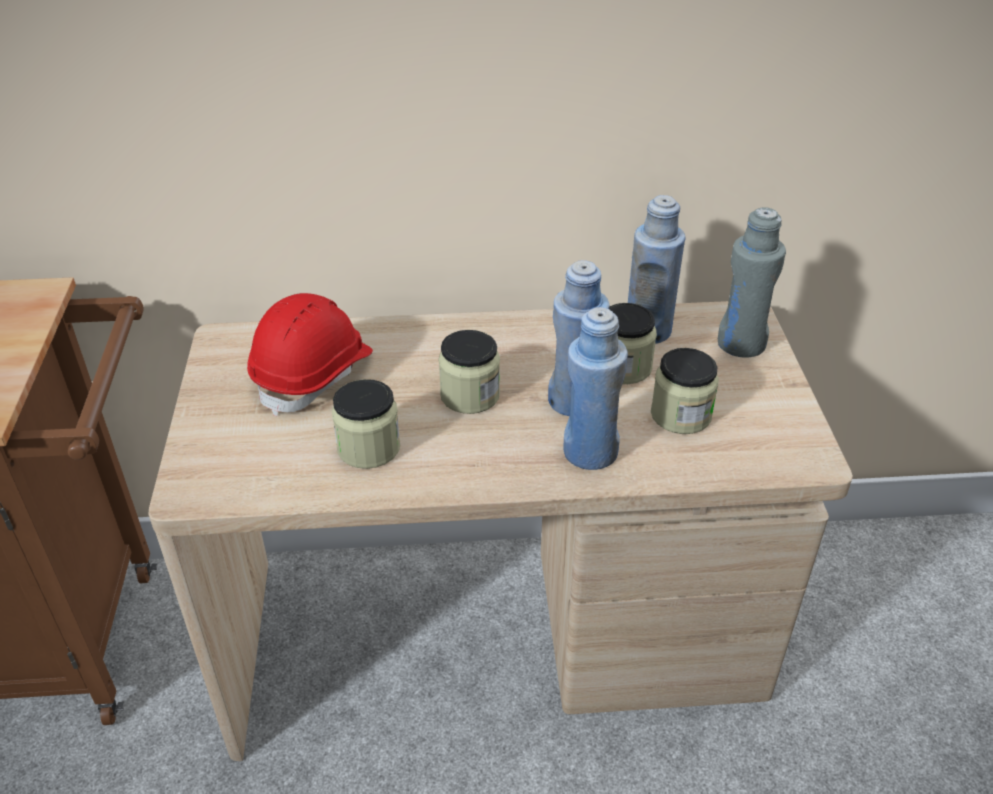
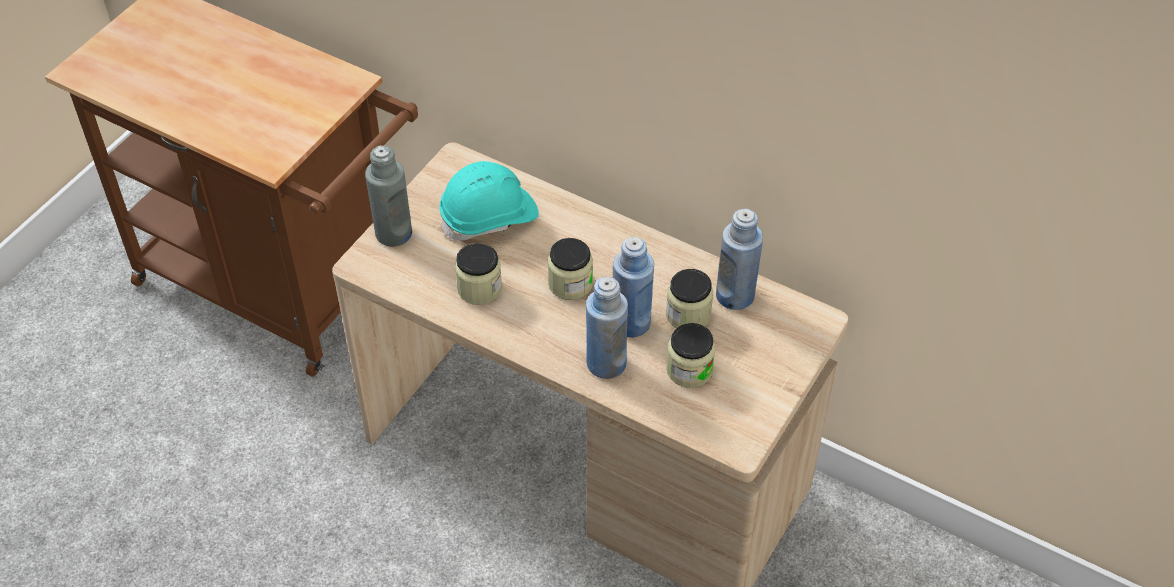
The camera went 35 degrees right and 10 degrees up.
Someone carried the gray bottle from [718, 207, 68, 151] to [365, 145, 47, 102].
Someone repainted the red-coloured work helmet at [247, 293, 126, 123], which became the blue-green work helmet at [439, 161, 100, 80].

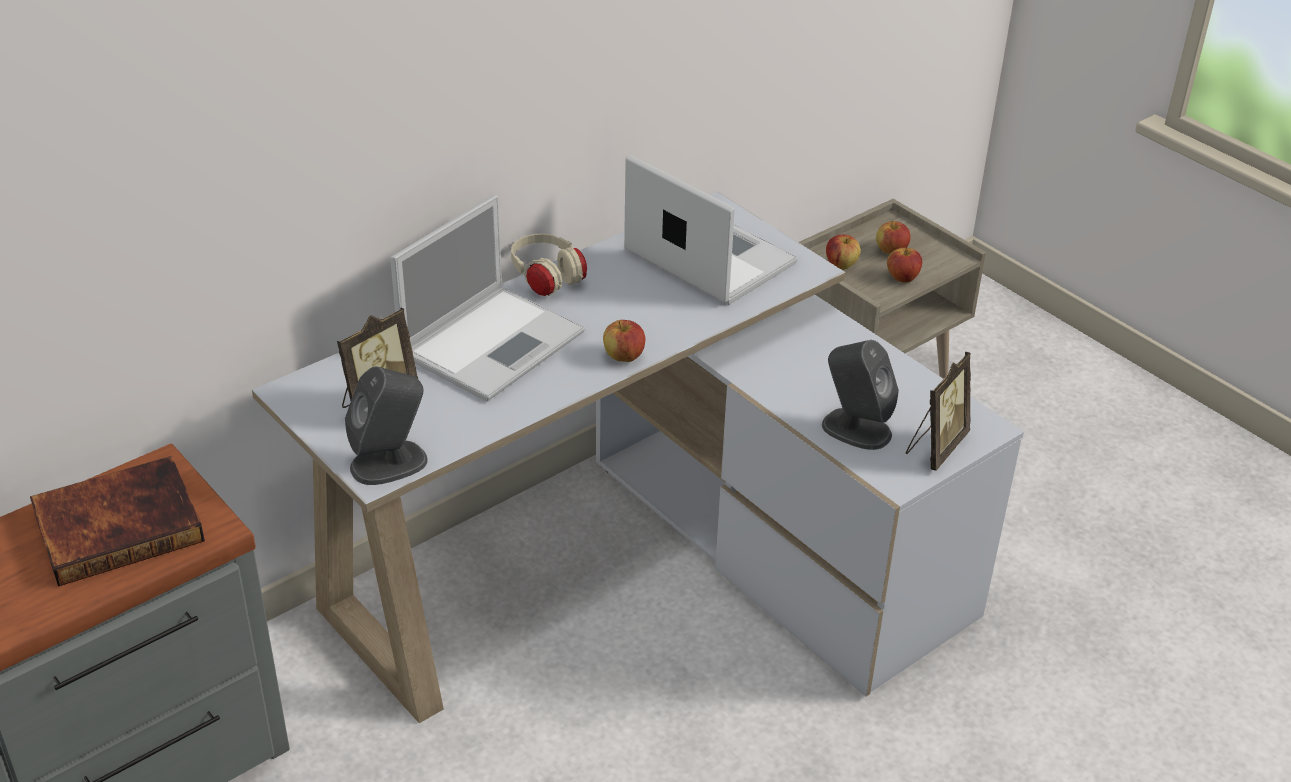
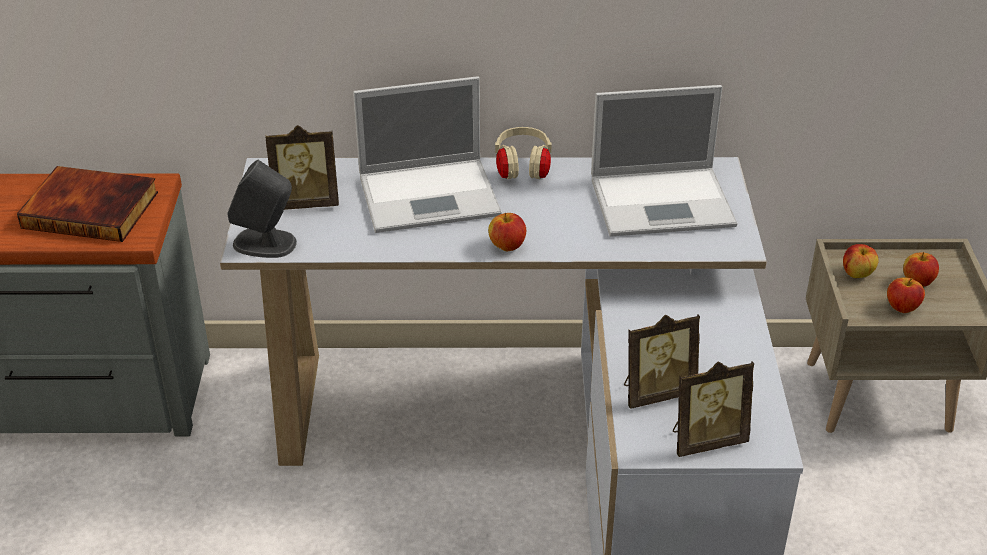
The camera went 40 degrees right and 0 degrees up.
Someone rotated the notebook computer at [624, 155, 174, 150] by 90 degrees clockwise.
Someone swapped the gray speaker at [822, 340, 77, 110] for the picture frame at [624, 314, 76, 95].

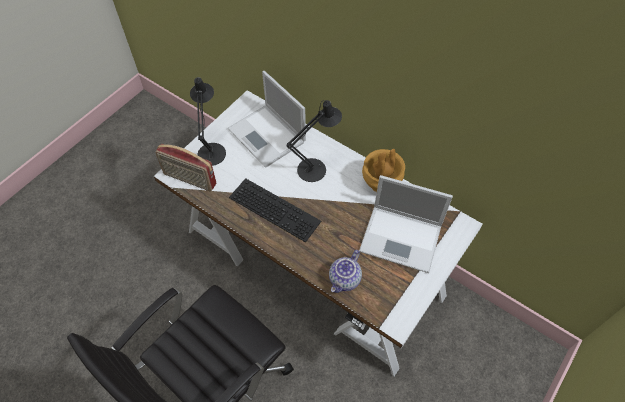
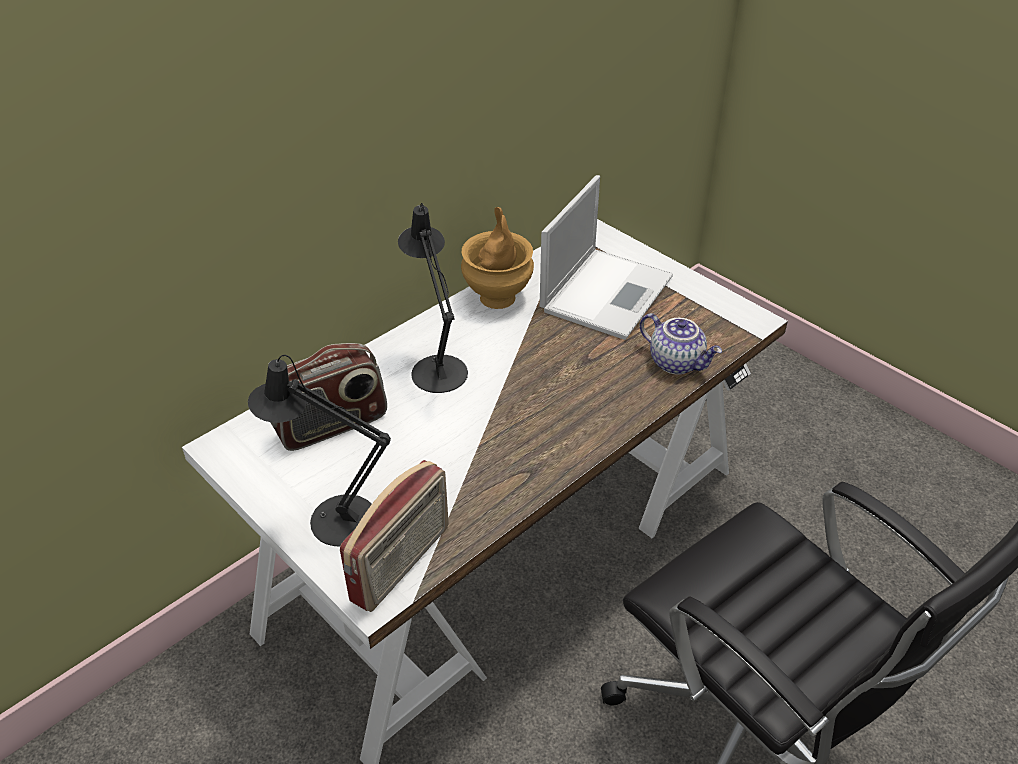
The camera went 80 degrees left and 15 degrees down.
Someone swapped the notebook computer at [228, 71, 78, 97] for the radio receiver at [270, 343, 117, 108].
Someone took away the PC keyboard at [229, 178, 92, 64].

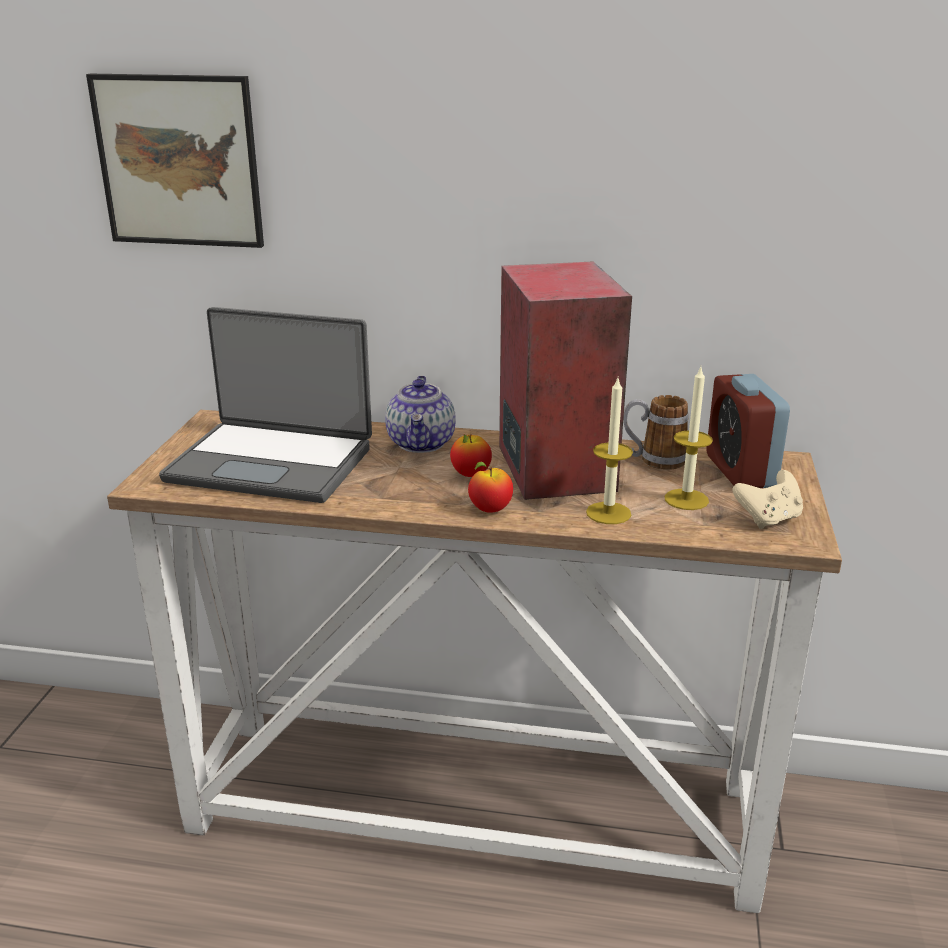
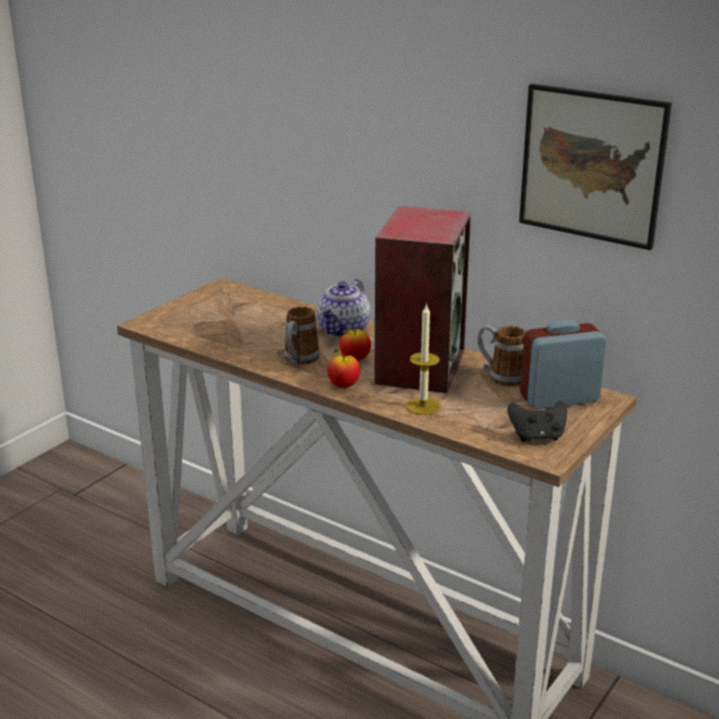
The camera went 25 degrees right and 0 degrees up.
Someone put down the coffee mug at [284, 307, 36, 58].
Someone repainted the beige joypad at [732, 470, 71, 59], which became the black joypad at [508, 401, 59, 41].
Someone carried the wall picture from [86, 74, 178, 174] to [519, 84, 153, 166].
Someone rotated the alarm clock at [706, 374, 84, 114] by 60 degrees clockwise.
Someone took away the notebook computer at [159, 307, 213, 196].
Someone took away the candle at [665, 367, 48, 143].

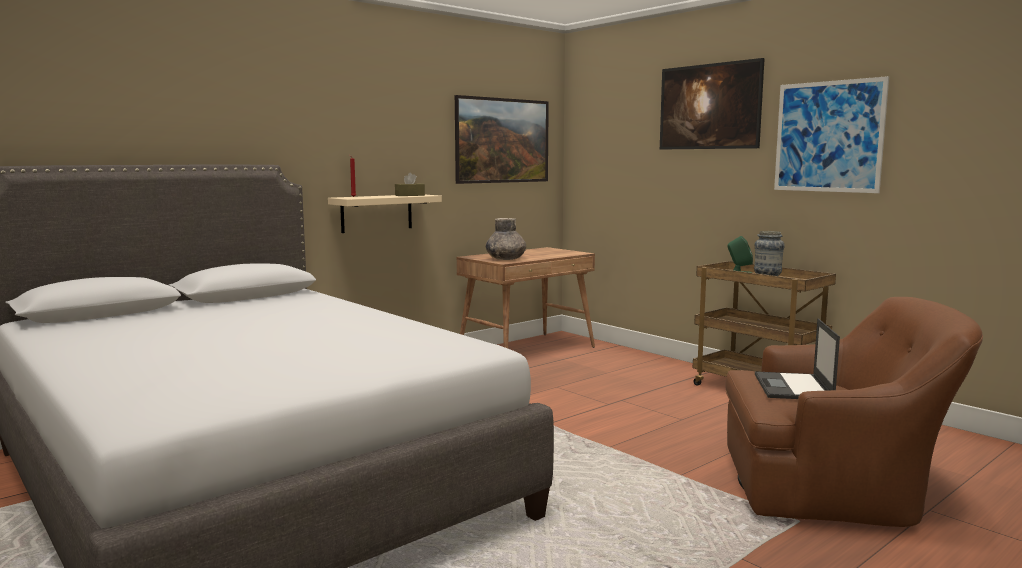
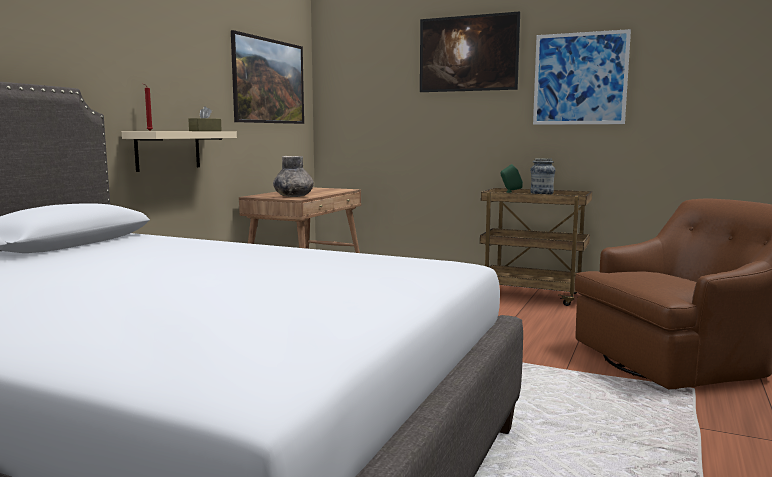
The camera went 25 degrees left and 0 degrees up.
Someone took away the notebook computer at [755, 318, 85, 81].

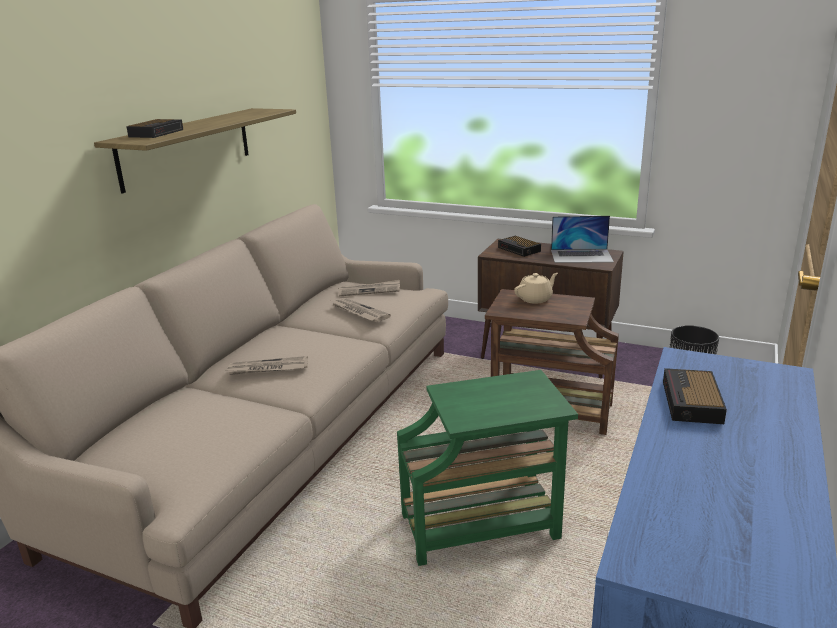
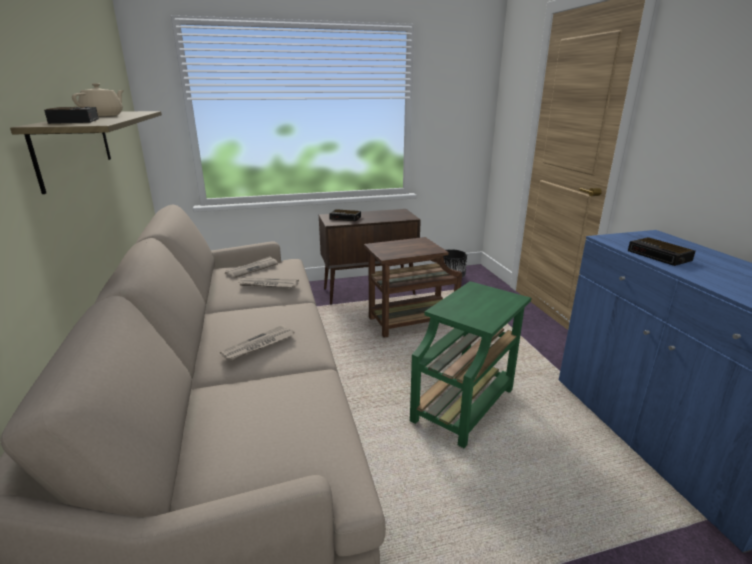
The camera went 40 degrees left and 0 degrees up.
Someone carried the beige tea pot from [514, 273, 44, 31] to [72, 83, 52, 33].
Someone took away the notebook computer at [551, 216, 63, 47].

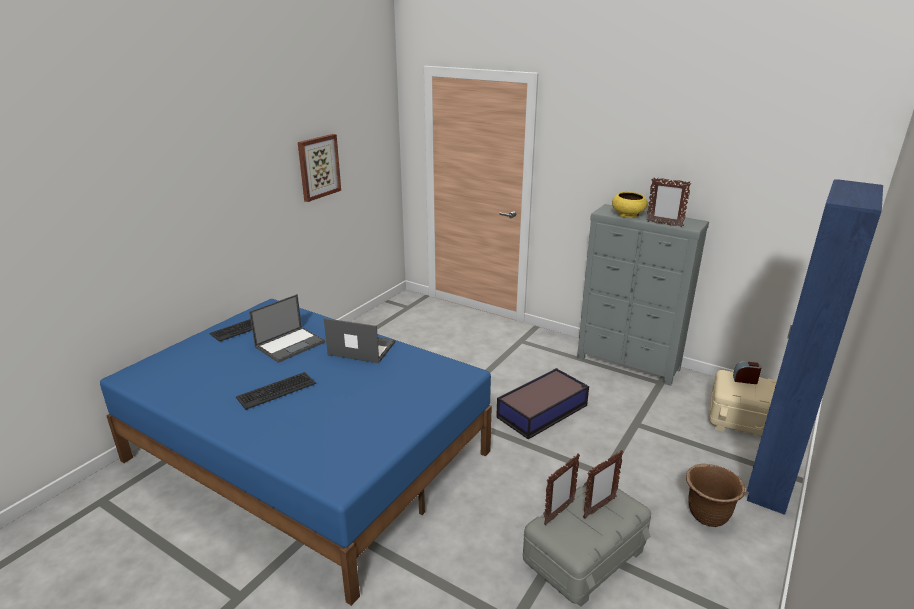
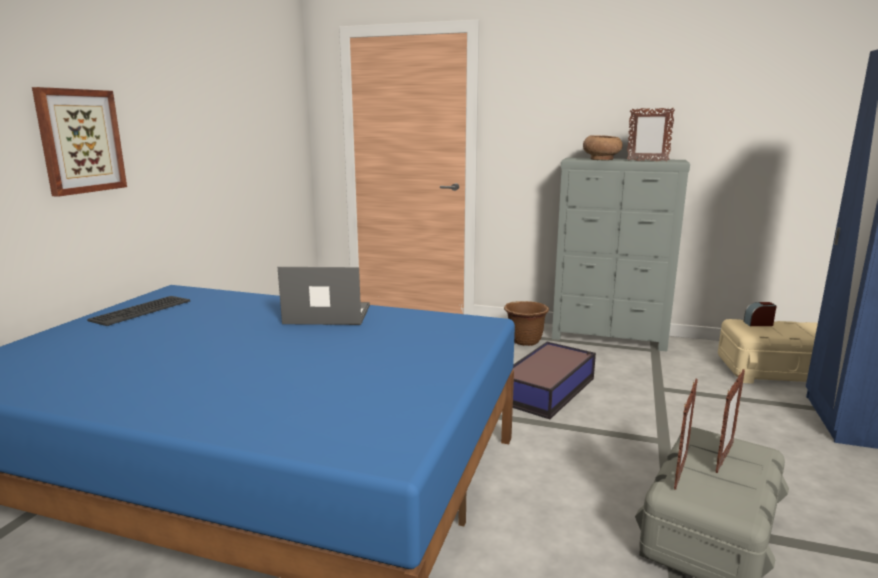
The camera went 15 degrees left and 10 degrees down.
Someone carried the wall picture from [298, 134, 43, 68] to [32, 87, 95, 110].
Someone carried the brown-coloured planter from [686, 464, 59, 63] to [504, 301, 45, 45].
Someone repainted the yellowish serving bowl at [612, 192, 36, 26], which became the brown-coloured serving bowl at [583, 135, 40, 25].
Someone took away the PC keyboard at [236, 372, 80, 38].
Someone took away the notebook computer at [249, 294, 76, 69].

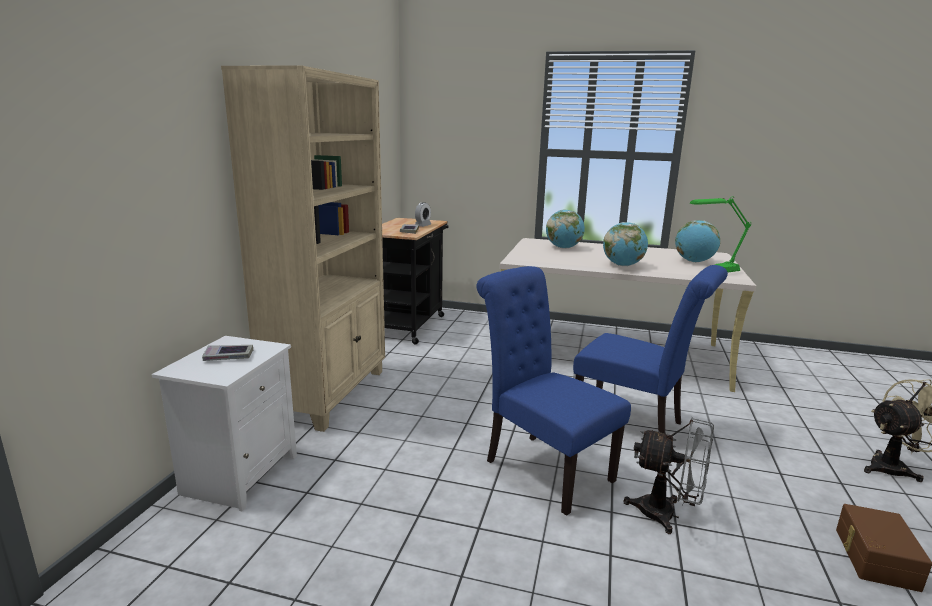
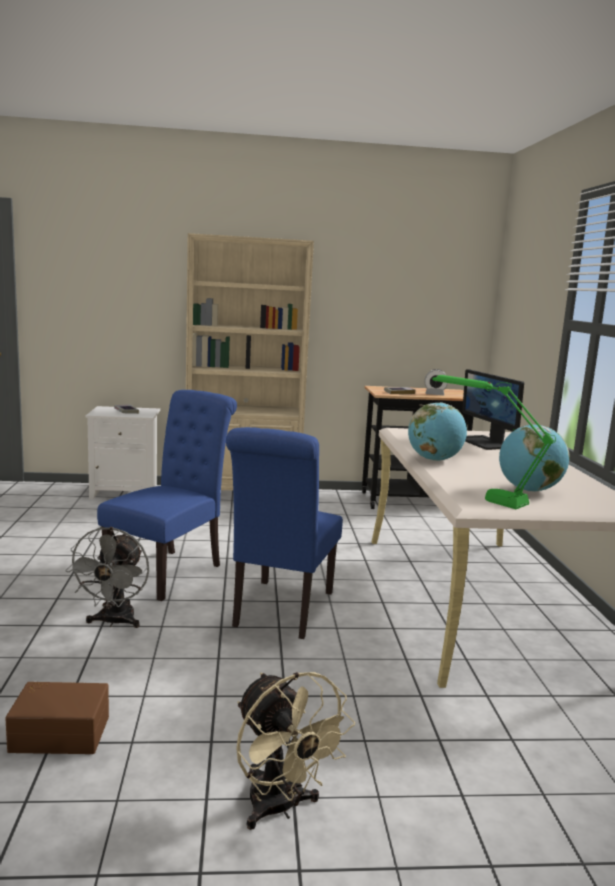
The camera went 70 degrees right and 5 degrees down.
Someone swapped the world globe at [546, 209, 39, 40] for the monitor at [462, 369, 62, 81].

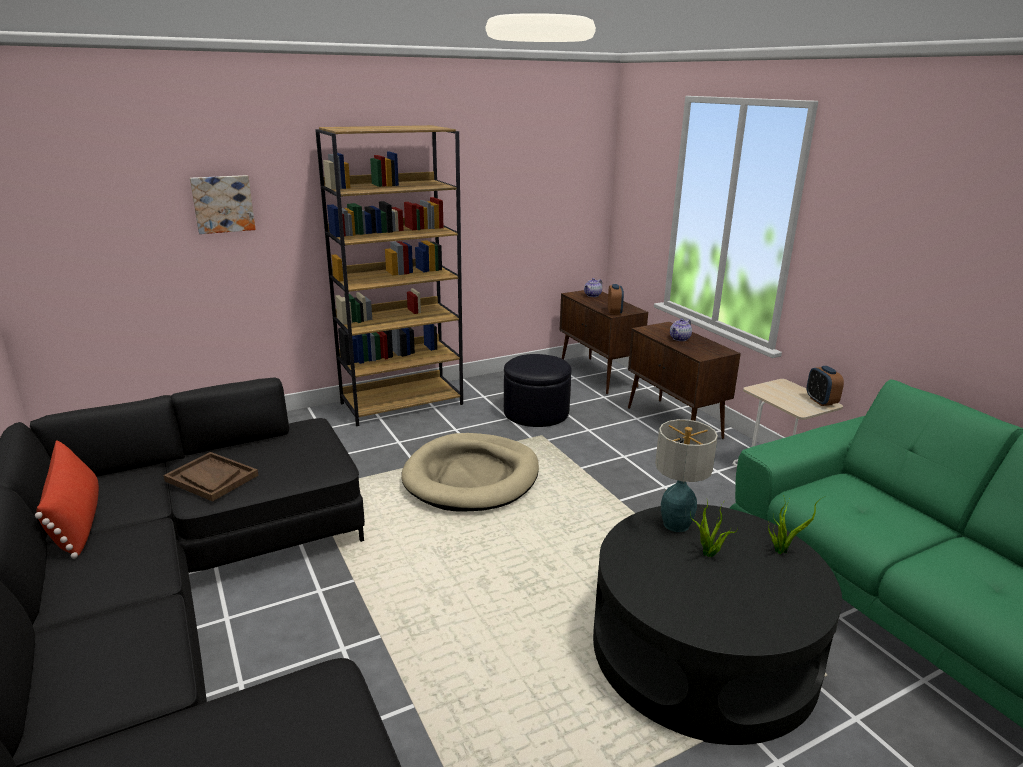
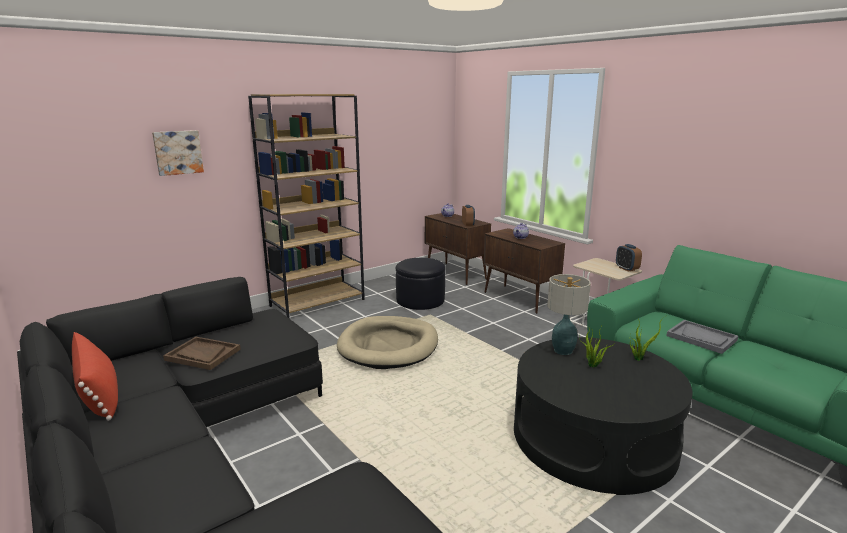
The camera went 10 degrees left and 5 degrees down.
Someone put down the gray serving tray at [667, 320, 71, 34].

